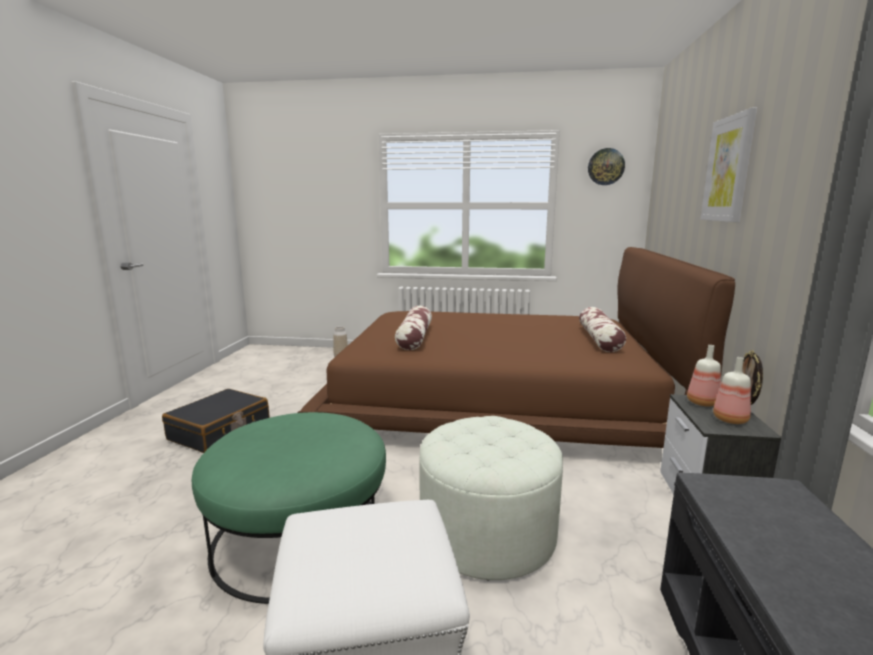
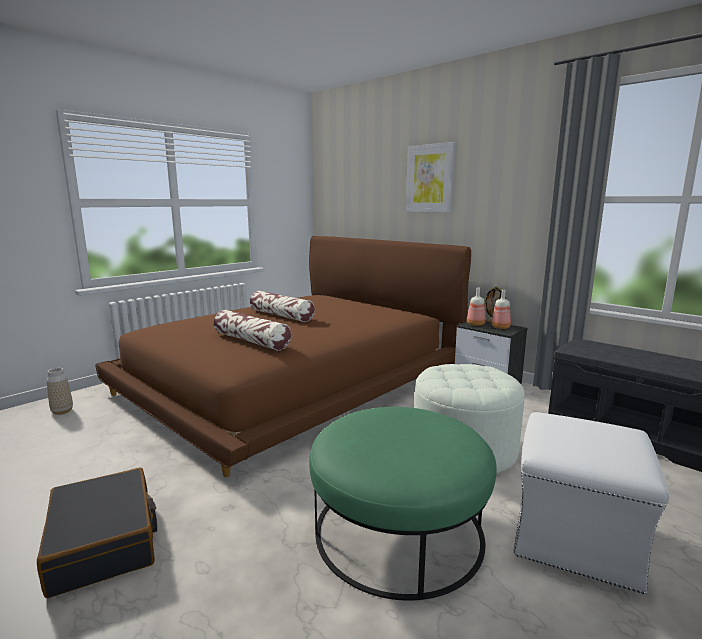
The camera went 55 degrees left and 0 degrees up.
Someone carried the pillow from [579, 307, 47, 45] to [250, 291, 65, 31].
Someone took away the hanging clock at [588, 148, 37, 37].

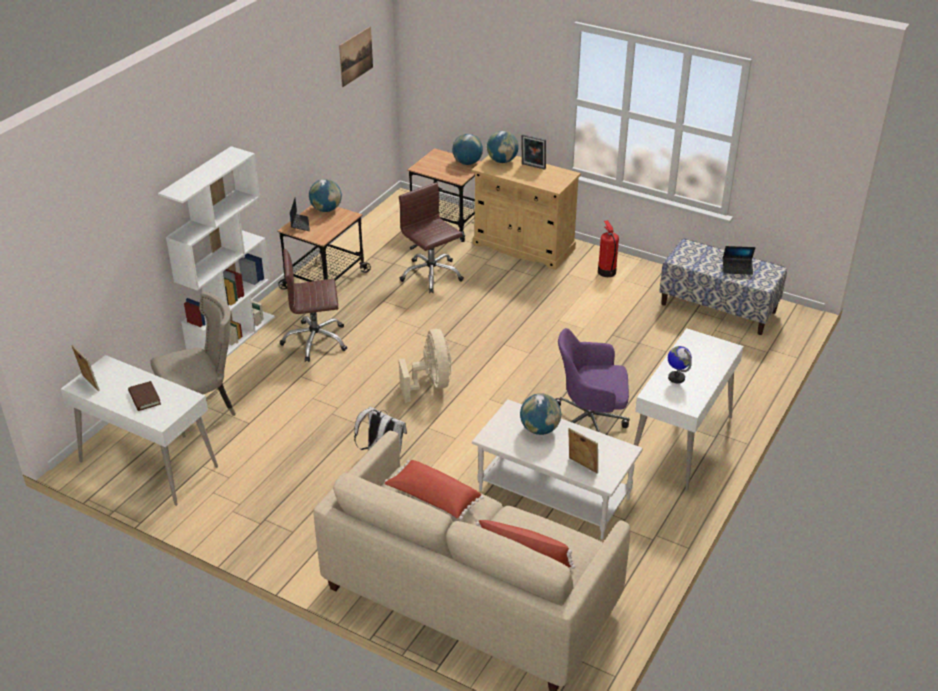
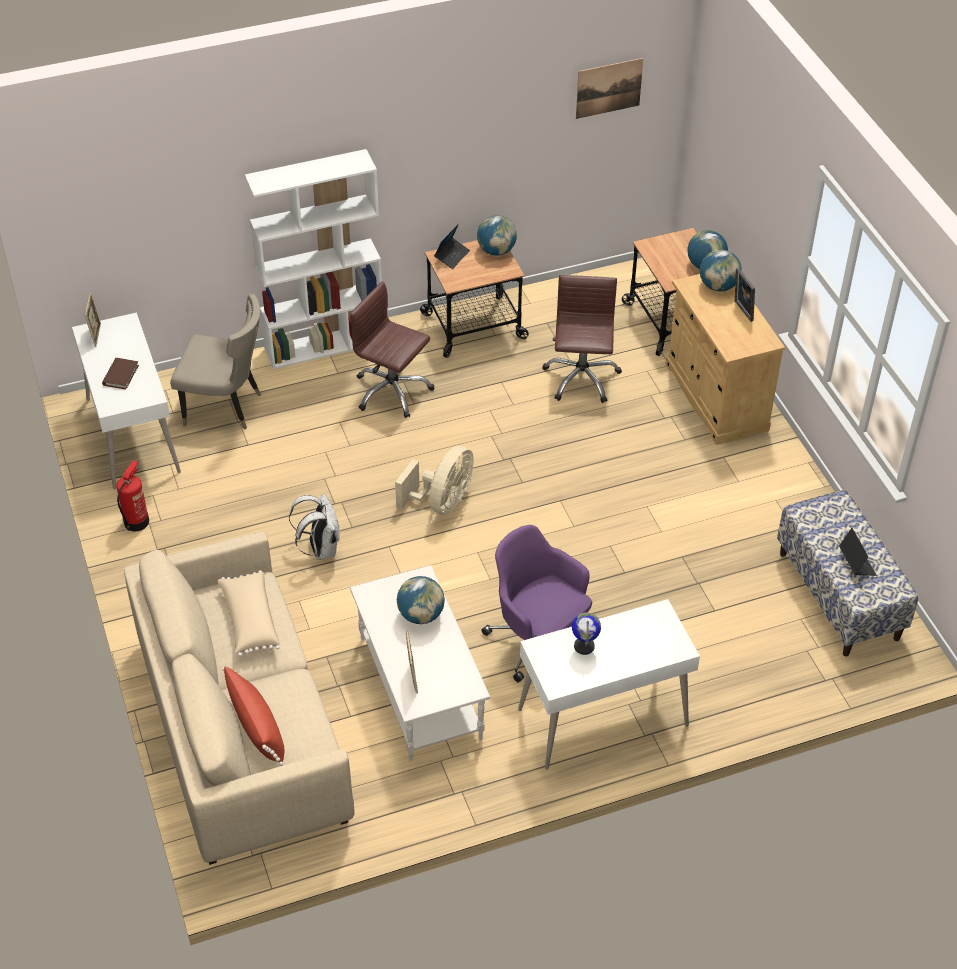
The camera went 40 degrees right and 10 degrees up.
Someone carried the extinguisher from [598, 220, 21, 57] to [116, 460, 33, 71].
Someone repainted the red-coloured pillow at [385, 460, 99, 60], which became the beige pillow at [218, 570, 62, 87].
Someone rotated the notebook computer at [723, 246, 32, 29] by 150 degrees counterclockwise.

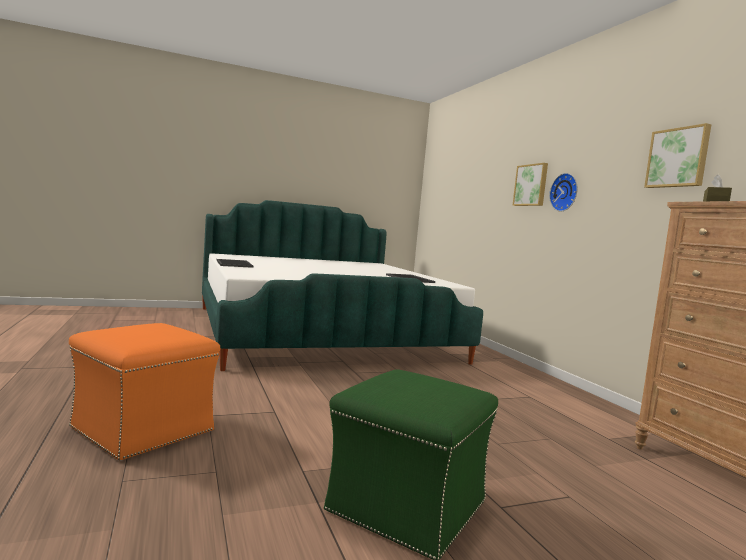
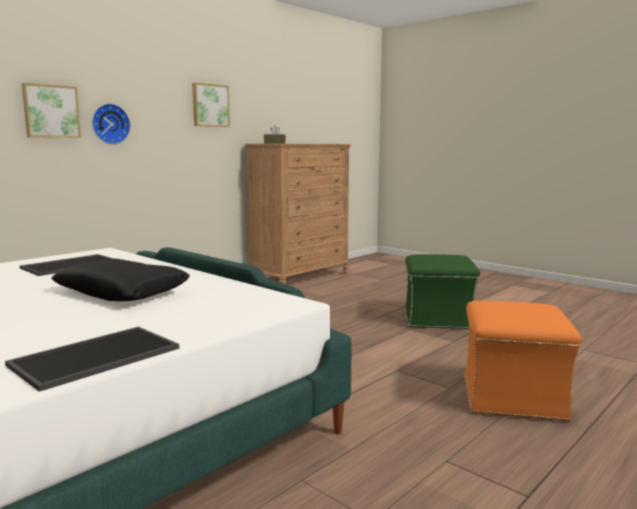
The camera went 115 degrees left and 5 degrees up.
Someone put down the black pillow at [51, 259, 139, 42].

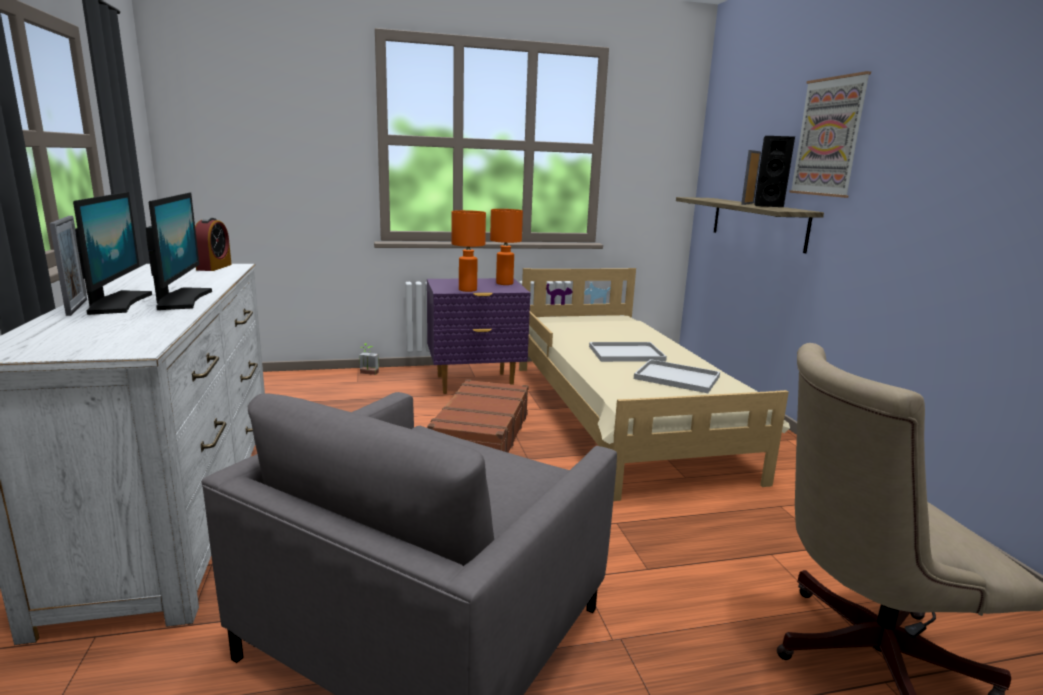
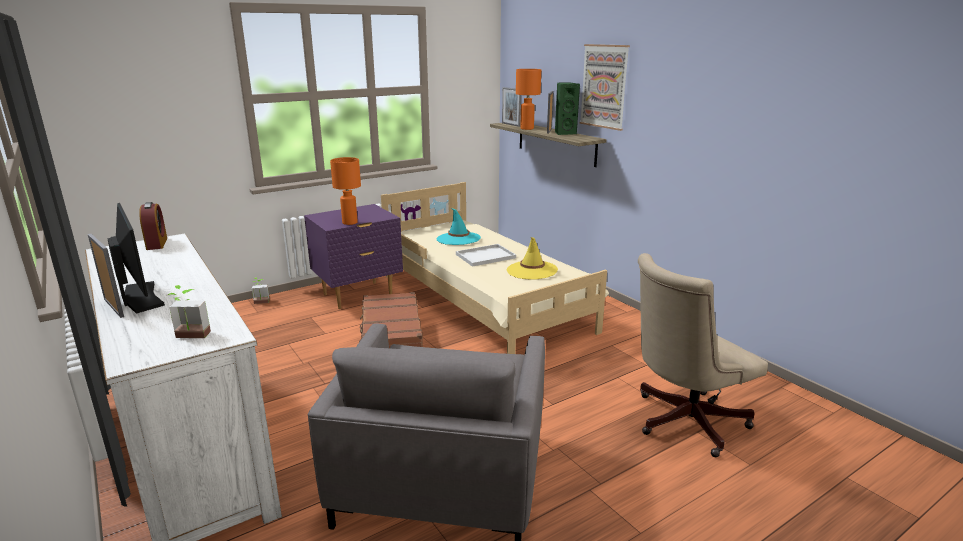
The camera went 20 degrees left and 5 degrees up.
Someone put down the plant in a pot at [168, 285, 43, 53].
Someone put down the blue-green hat at [437, 208, 44, 37].
Someone put down the picture frame at [502, 87, 19, 40].
Someone swapped the white serving tray at [634, 359, 86, 34] for the yellowish hat at [507, 237, 51, 43].
Someone carried the orange-coloured tabletop lamp from [490, 209, 33, 76] to [516, 69, 25, 61].
Someone repainted the black speaker at [754, 136, 41, 71], which became the green speaker at [555, 82, 25, 53].
Someone took away the monitor at [146, 193, 66, 117].

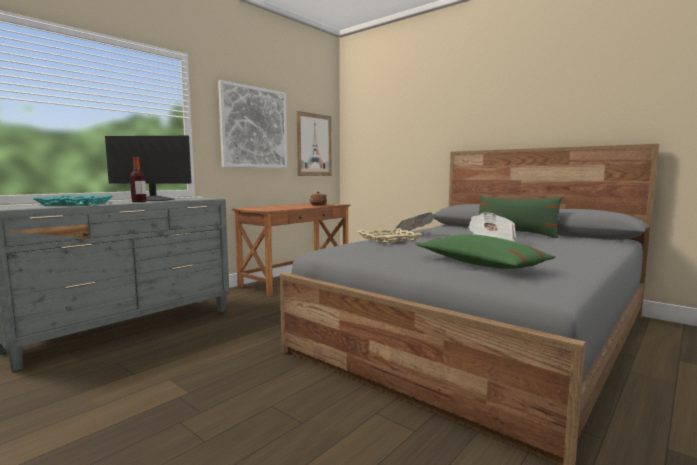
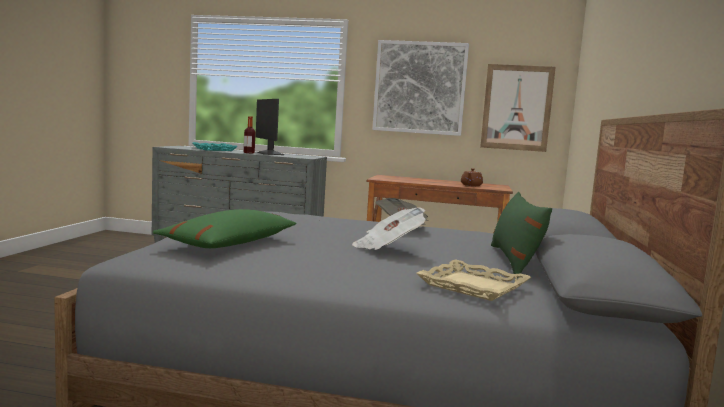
The camera went 60 degrees right and 0 degrees up.
Someone carried the beige serving tray from [357, 228, 66, 15] to [416, 259, 115, 42].

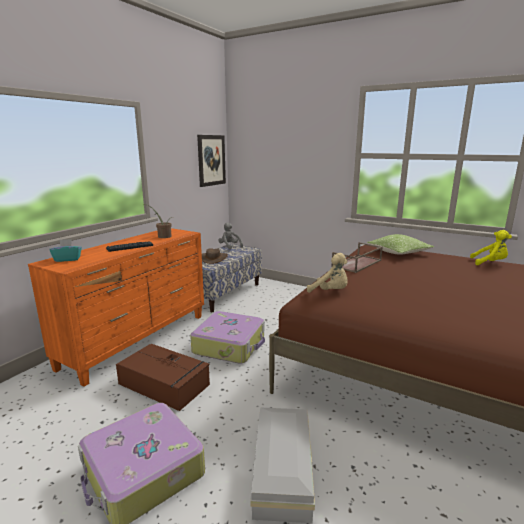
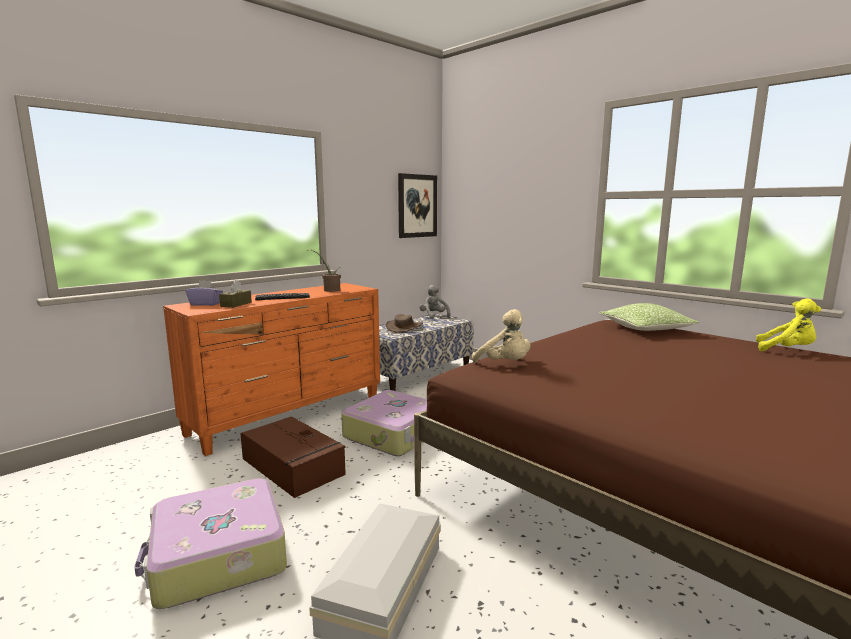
The camera went 15 degrees right and 5 degrees down.
Someone repainted the blue-green box of tissues at [50, 239, 32, 23], which became the purple-coloured box of tissues at [186, 281, 37, 25].
Someone put down the brown-coloured box of tissues at [219, 280, 33, 28].
Someone took away the brown-coloured serving tray at [331, 242, 52, 31].

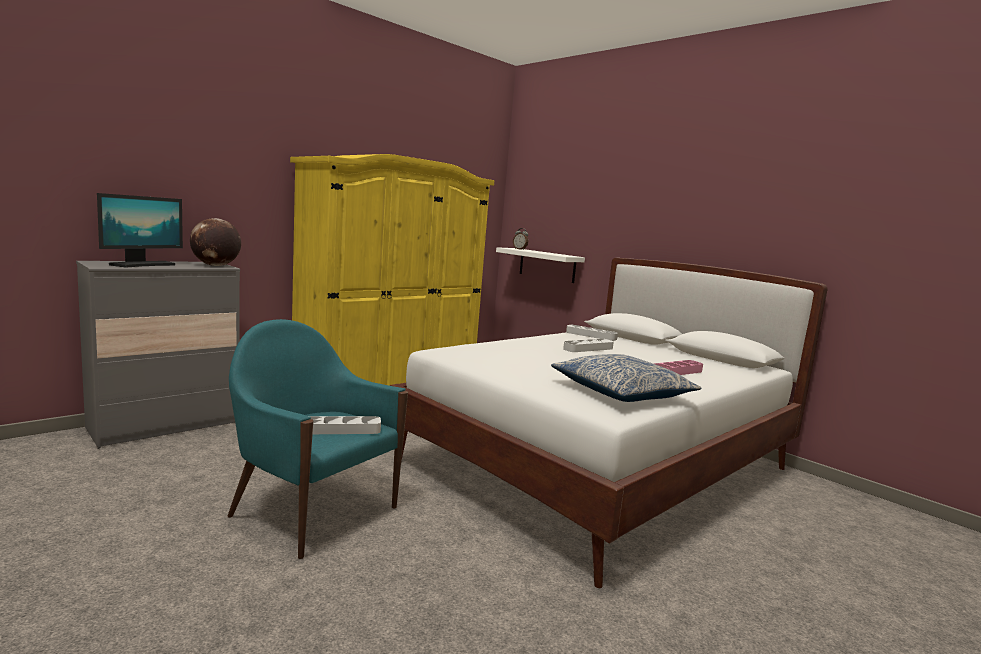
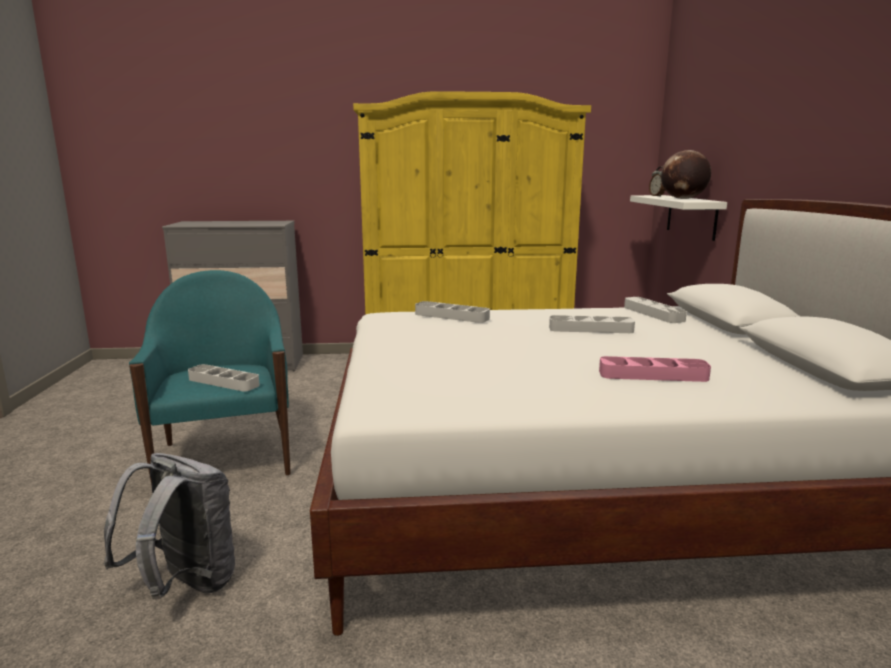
The camera went 40 degrees right and 5 degrees up.
Someone put down the gray backpack at [104, 453, 131, 146].
Someone put down the gray serving tray at [415, 301, 75, 22].
Someone carried the world globe from [190, 218, 51, 48] to [661, 150, 50, 49].
Someone took away the monitor at [97, 193, 86, 75].
Someone took away the pillow at [551, 354, 150, 48].

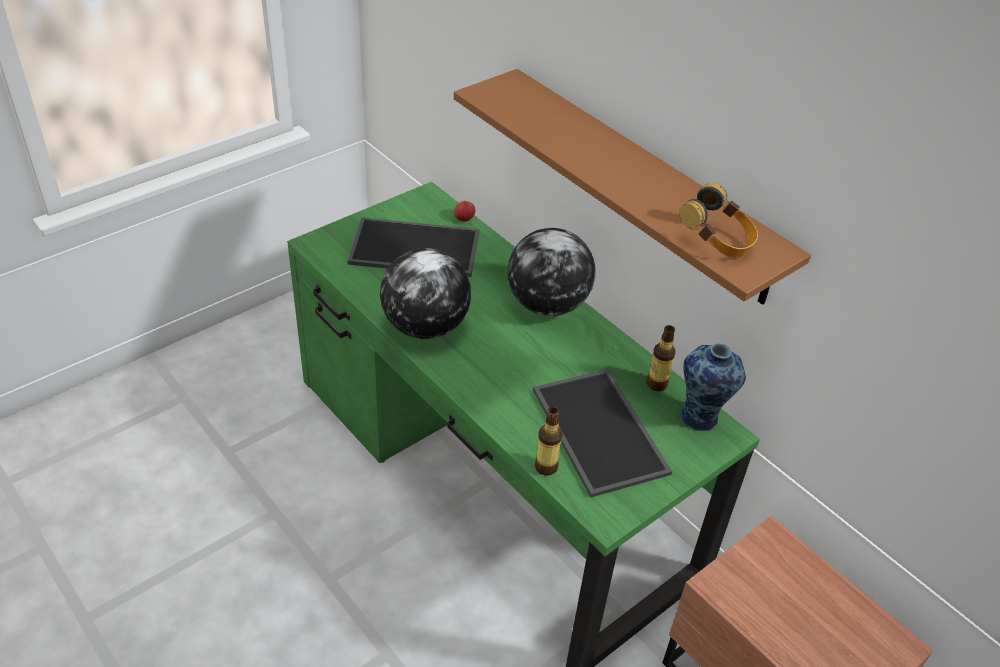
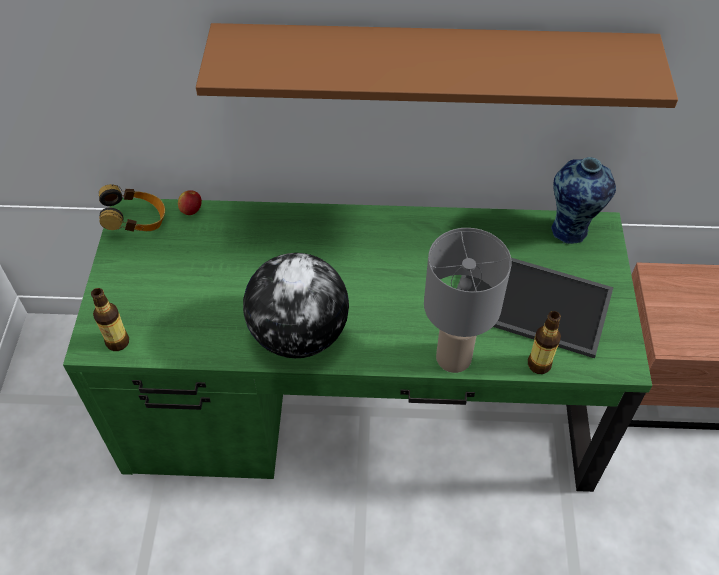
The camera went 45 degrees left and 10 degrees up.
Someone carried the bottle from [647, 325, 29, 66] to [91, 288, 38, 63].
Someone carried the headset from [679, 182, 79, 76] to [99, 184, 66, 48].
Someone put down the gray tabletop lamp at [424, 228, 88, 145].
Someone took away the serving tray at [347, 217, 132, 60].
Someone took away the world globe at [508, 228, 87, 88].

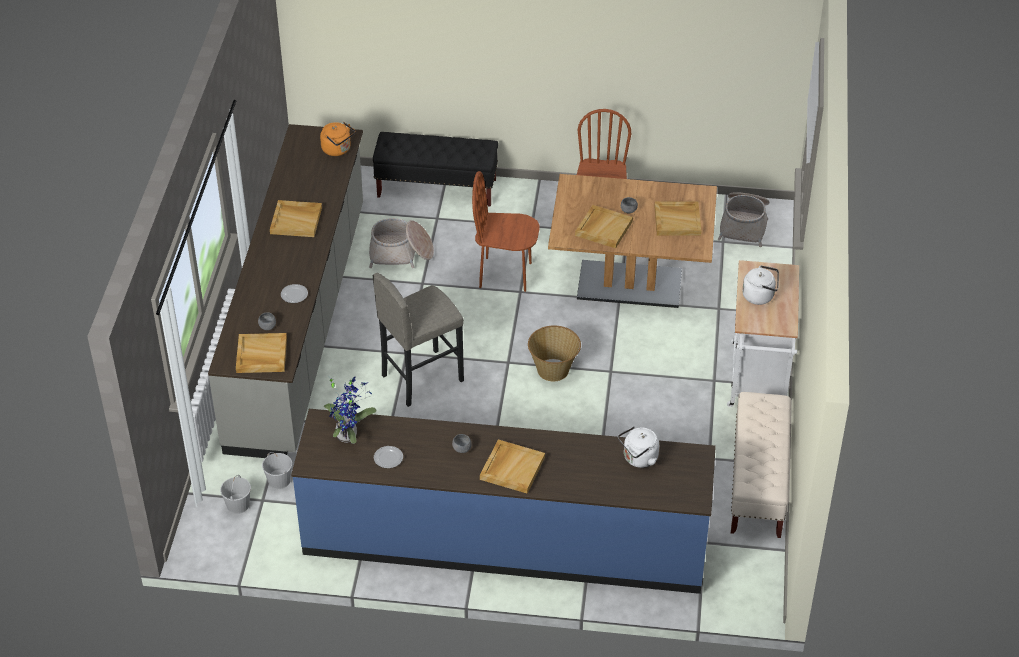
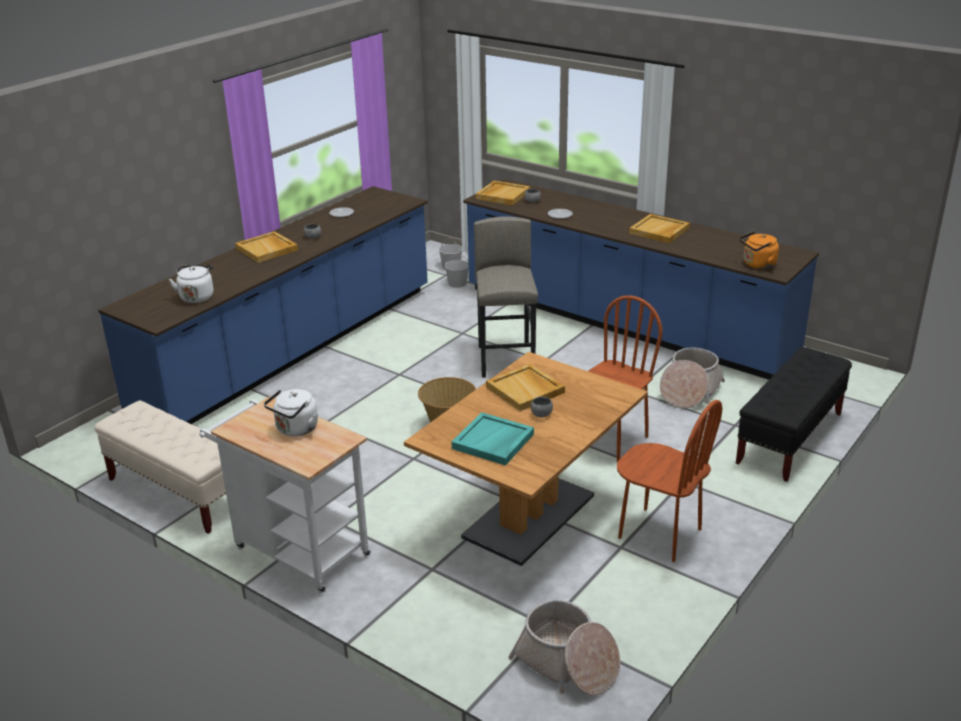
The camera went 120 degrees right and 15 degrees down.
Someone repainted the beige serving tray at [654, 202, 47, 33], which became the blue-green serving tray at [451, 412, 83, 53].
Someone repainted the gray kitchen counter at [208, 124, 155, 334], which became the blue kitchen counter at [463, 179, 356, 201].
Someone took away the plant in a pot at [324, 376, 53, 68].

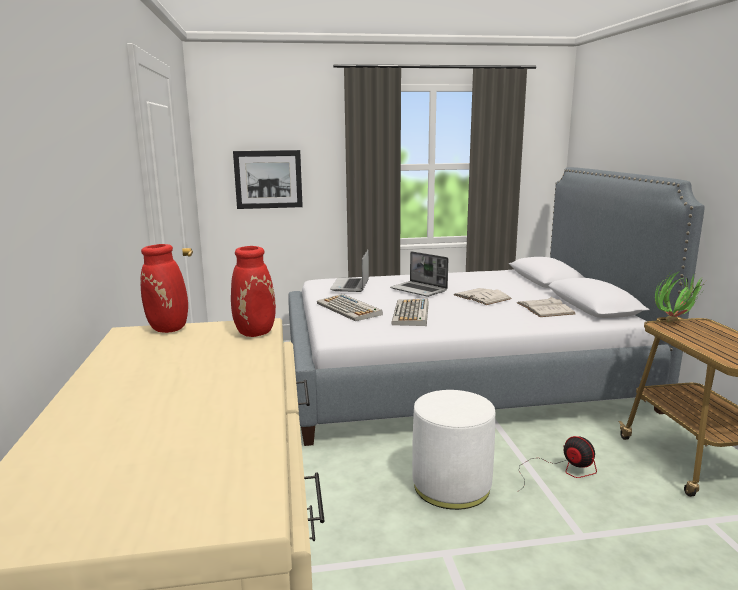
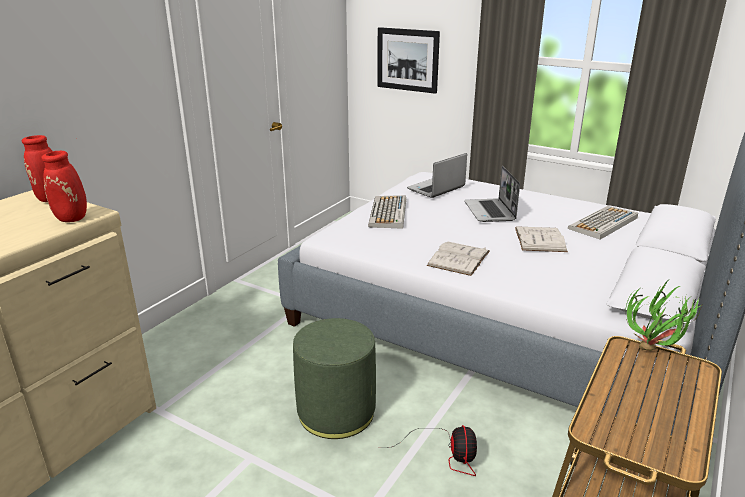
The camera went 40 degrees right and 10 degrees up.
Someone repainted the white pouffe at [412, 390, 83, 120], which became the green pouffe at [293, 318, 83, 121].
Someone carried the white volume from [517, 296, 58, 21] to [427, 242, 63, 34].
Someone carried the PC keyboard from [392, 299, 37, 27] to [568, 206, 70, 33].

